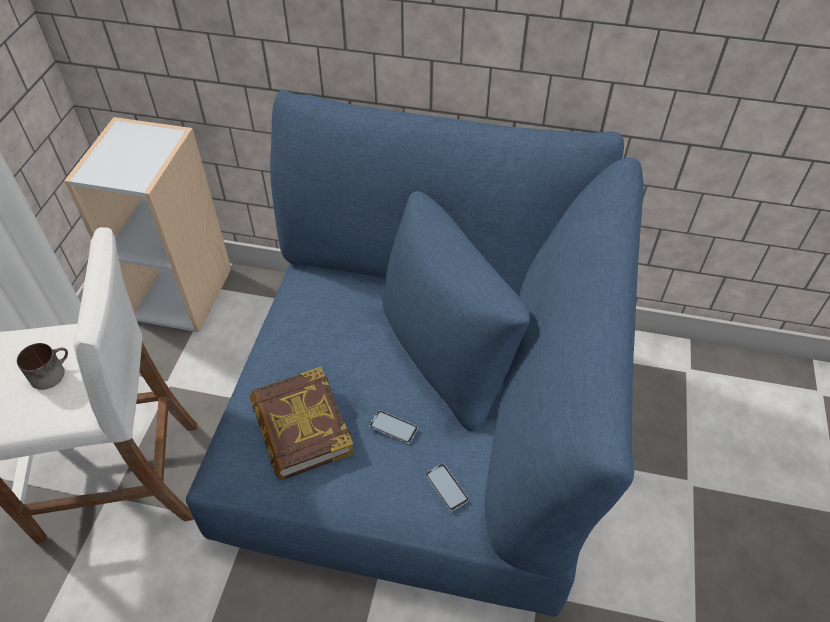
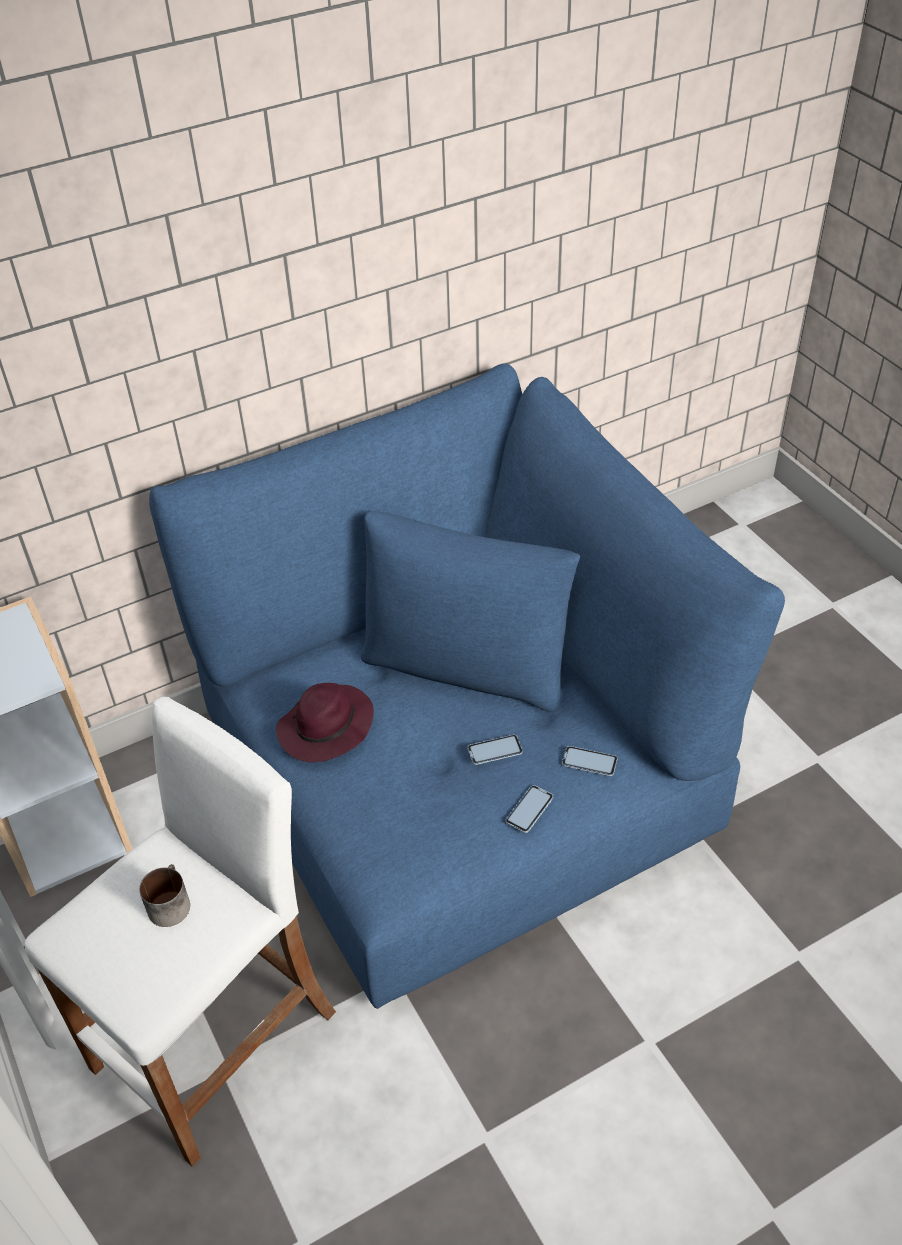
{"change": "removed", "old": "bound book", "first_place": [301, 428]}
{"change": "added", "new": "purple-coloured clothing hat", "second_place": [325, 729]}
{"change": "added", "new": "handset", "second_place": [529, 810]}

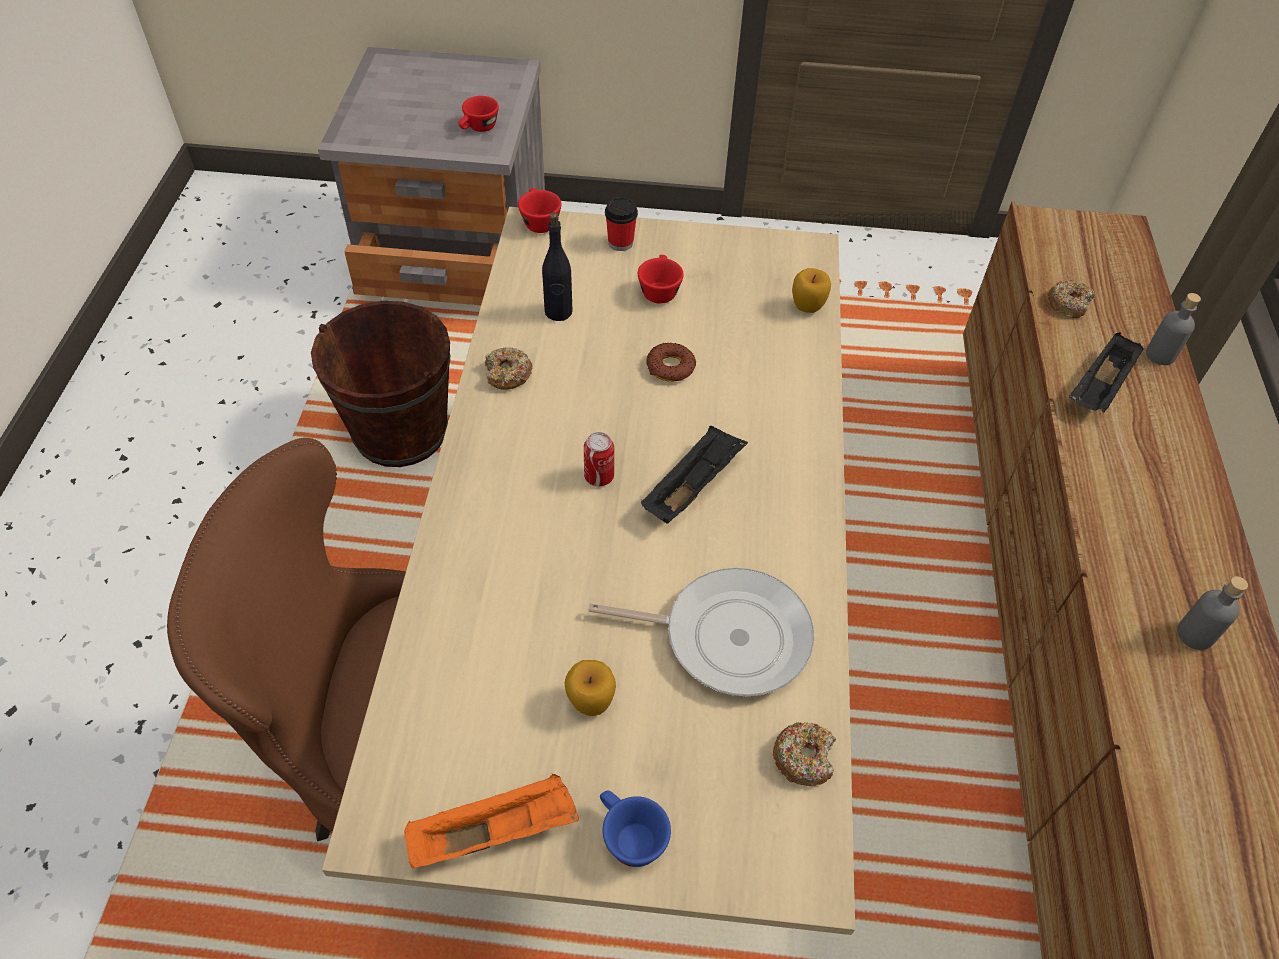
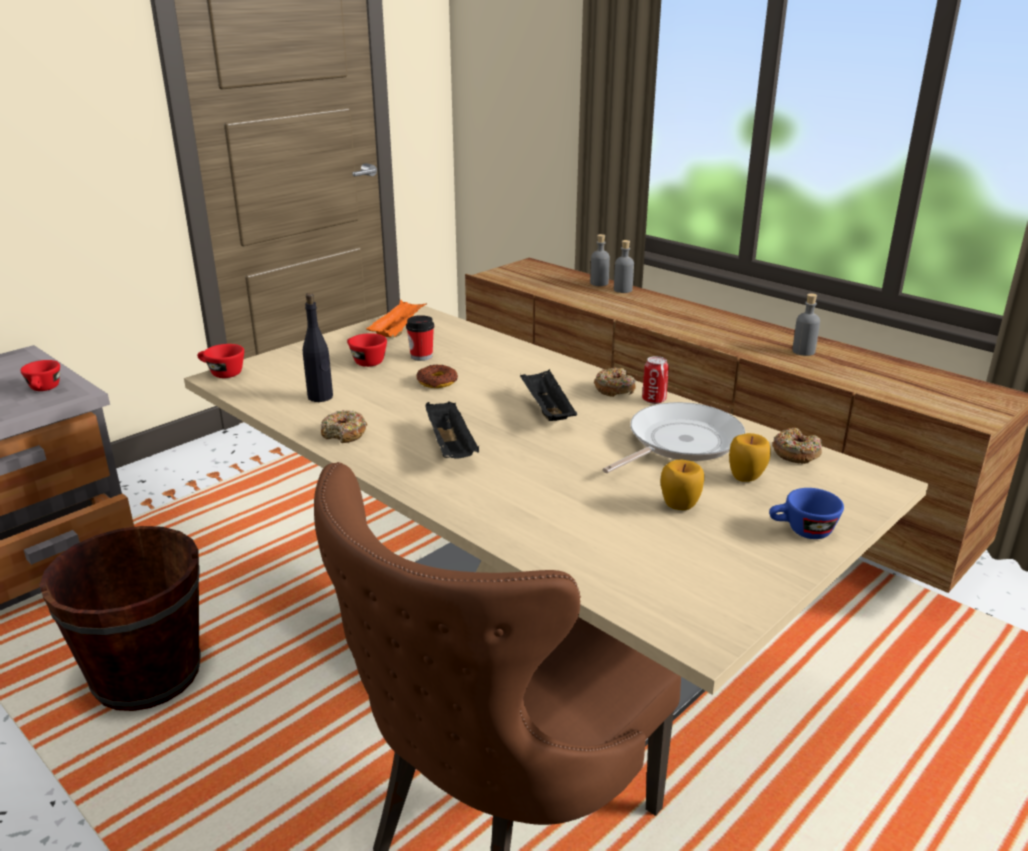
{"change": "moved", "old": "orangey serving tray", "first_place": [495, 831], "second_place": [397, 331]}
{"change": "moved", "old": "can", "first_place": [599, 476], "second_place": [654, 400]}
{"change": "moved", "old": "small cup", "first_place": [620, 243], "second_place": [421, 356]}
{"change": "moved", "old": "apple", "first_place": [807, 308], "second_place": [746, 478]}
{"change": "moved", "old": "ring doughnut", "first_place": [1068, 304], "second_place": [614, 389]}
{"change": "moved", "old": "black serving tray", "first_place": [1100, 388], "second_place": [451, 448]}
{"change": "added", "new": "grey bottle", "second_place": [599, 283]}

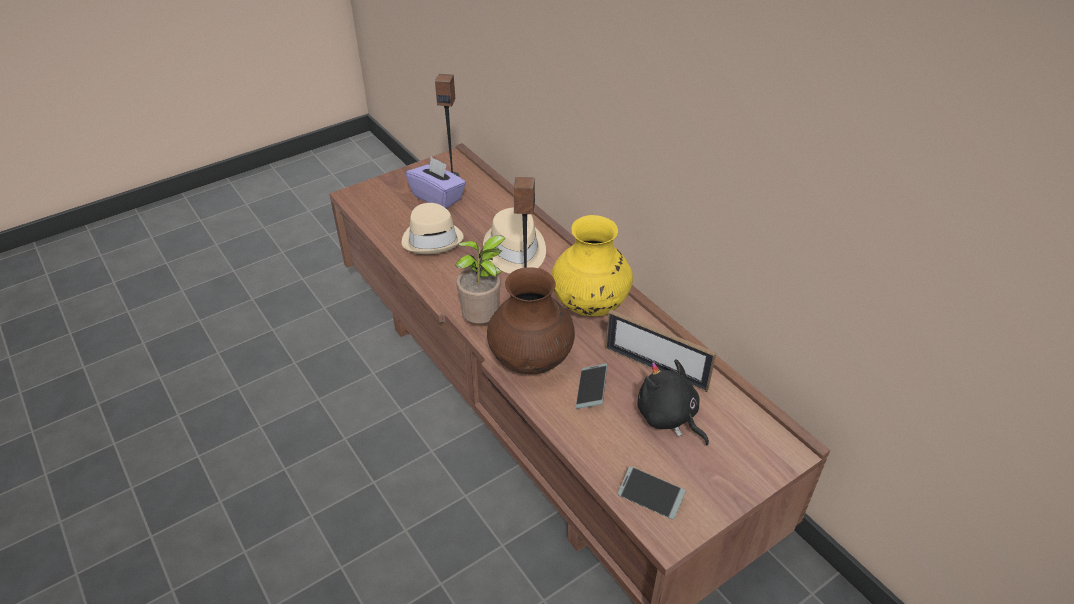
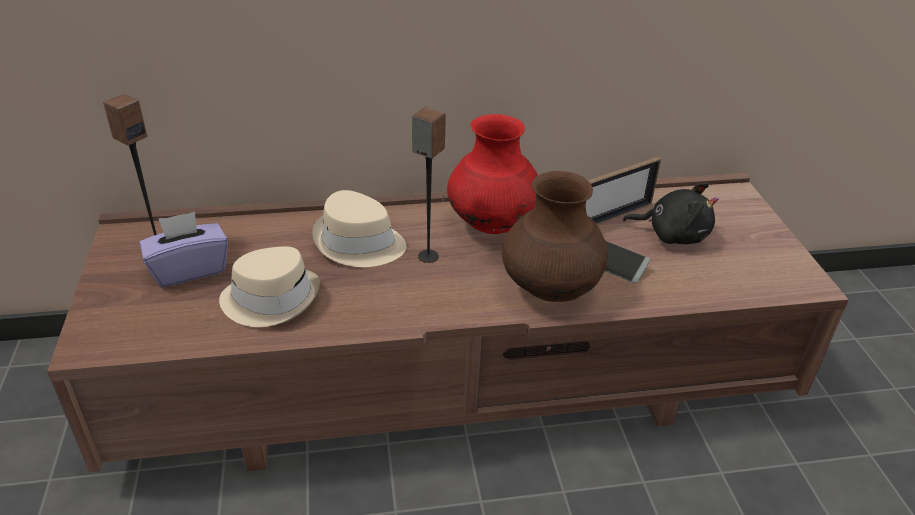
{"change": "removed", "old": "houseplant", "first_place": [484, 321]}
{"change": "recoloured", "old": "yellowish flower vase", "new": "red-coloured flower vase", "first_place": [590, 306], "second_place": [492, 225]}
{"change": "removed", "old": "handset", "first_place": [650, 496]}
{"change": "turned", "old": "black cuddly toy", "first_place": [669, 417], "second_place": [672, 234], "degrees": -150}

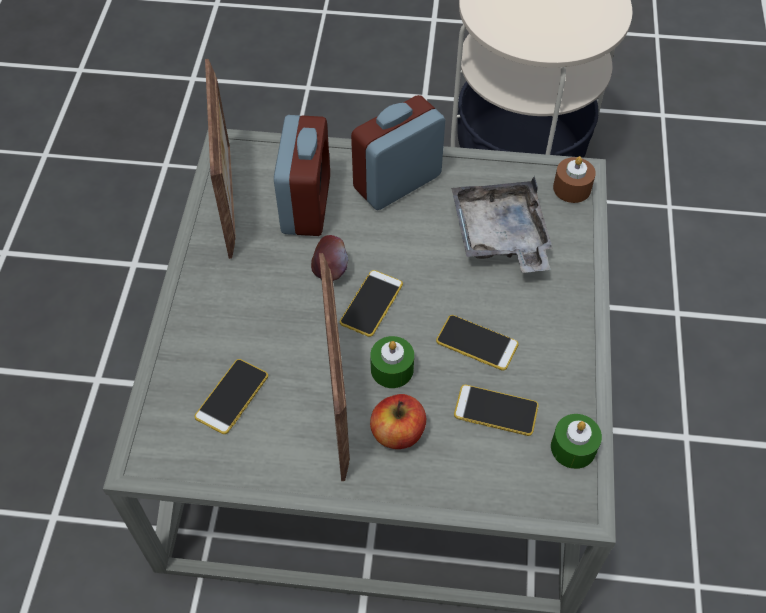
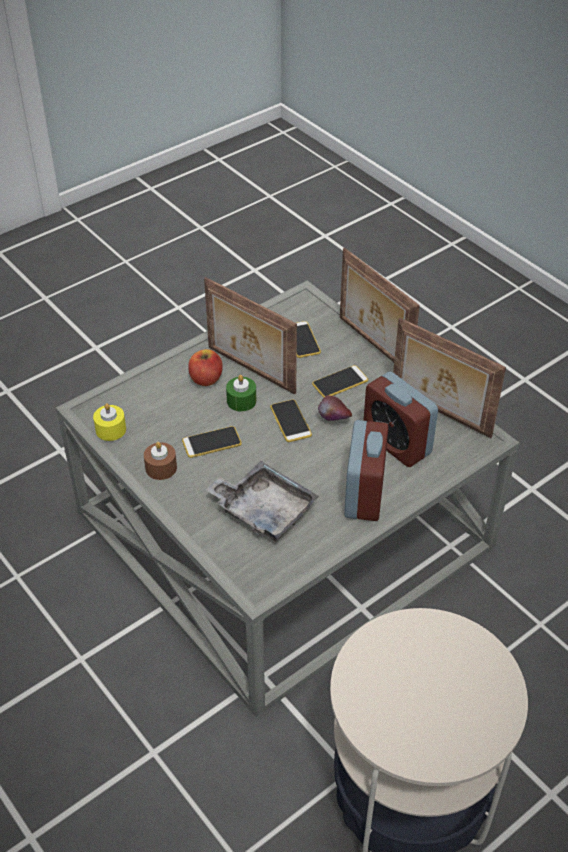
{"change": "moved", "old": "handset", "first_place": [496, 410], "second_place": [340, 382]}
{"change": "recoloured", "old": "green candle", "new": "yellowish candle", "first_place": [573, 447], "second_place": [111, 429]}
{"change": "moved", "old": "brown-coloured candle", "first_place": [572, 188], "second_place": [161, 468]}
{"change": "added", "new": "photo frame", "second_place": [373, 346]}

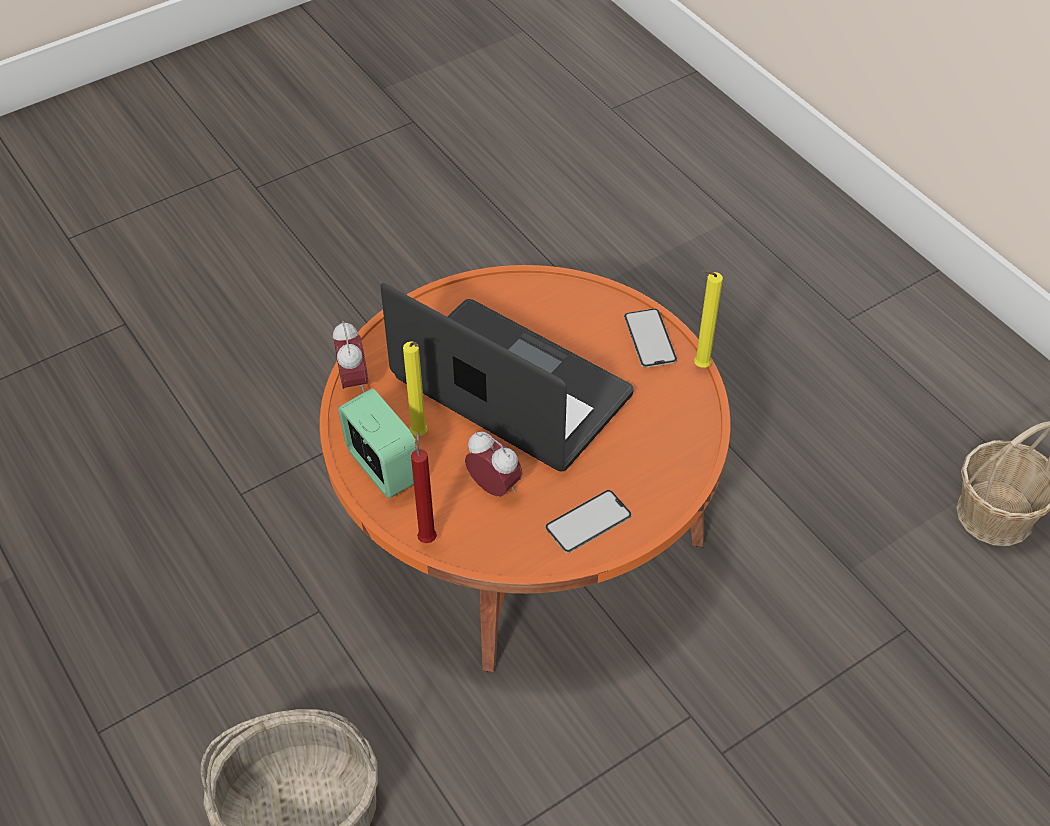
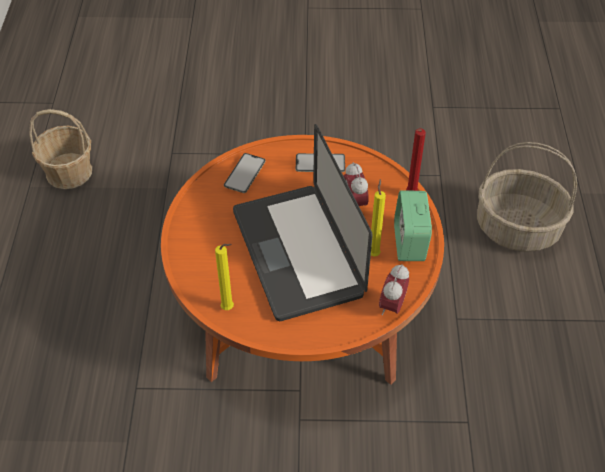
{"change": "moved", "old": "handset", "first_place": [650, 338], "second_place": [244, 173]}
{"change": "moved", "old": "yellowish candle", "first_place": [699, 366], "second_place": [229, 308]}

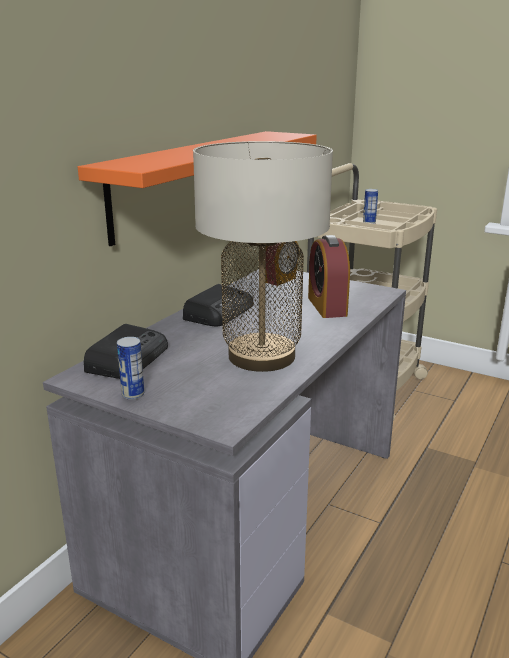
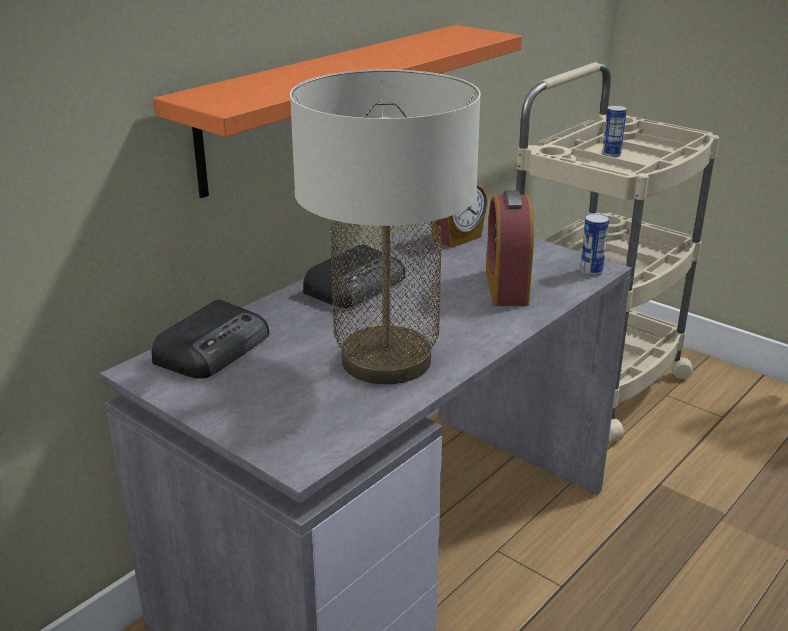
{"change": "moved", "old": "can", "first_place": [133, 394], "second_place": [591, 272]}

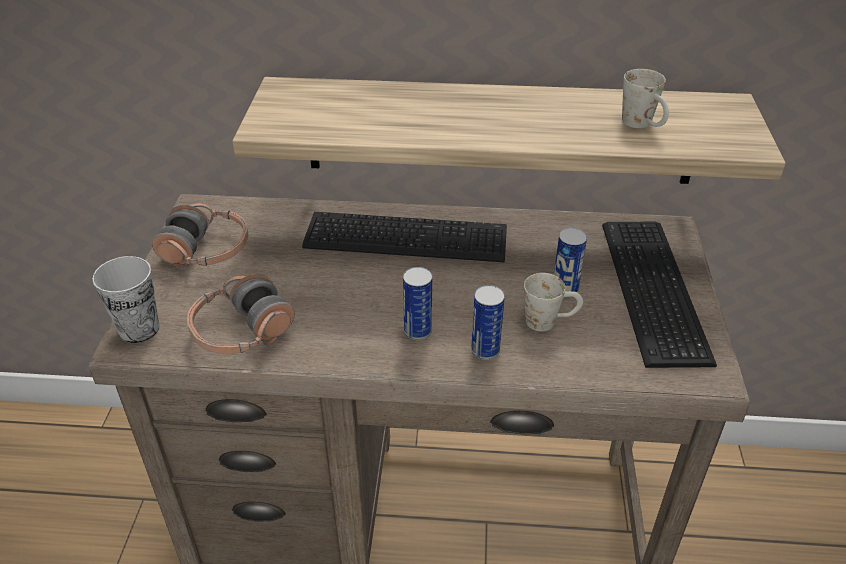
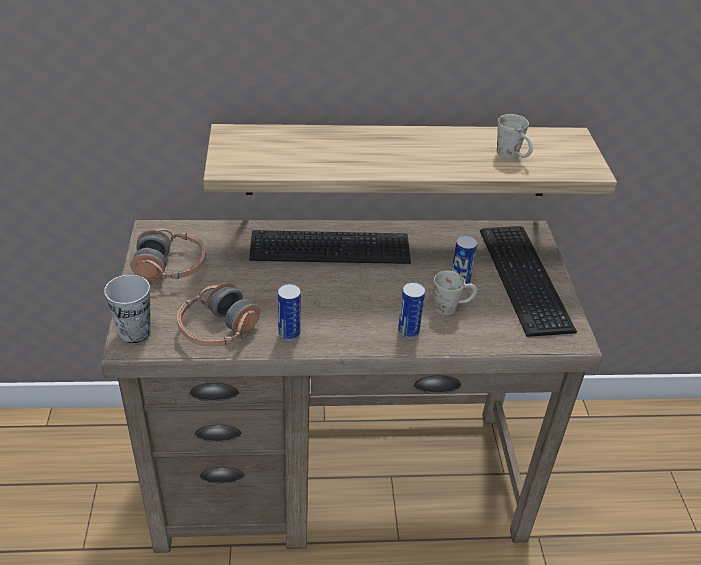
{"change": "moved", "old": "can", "first_place": [417, 331], "second_place": [289, 334]}

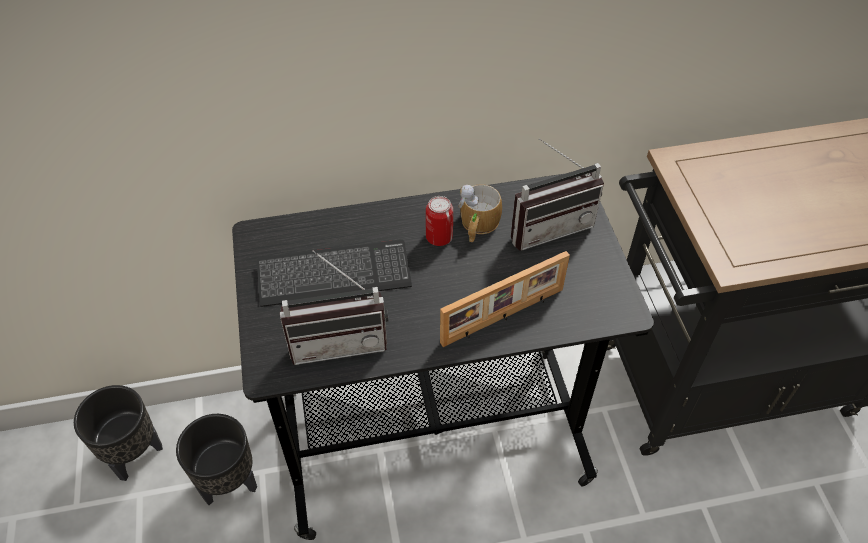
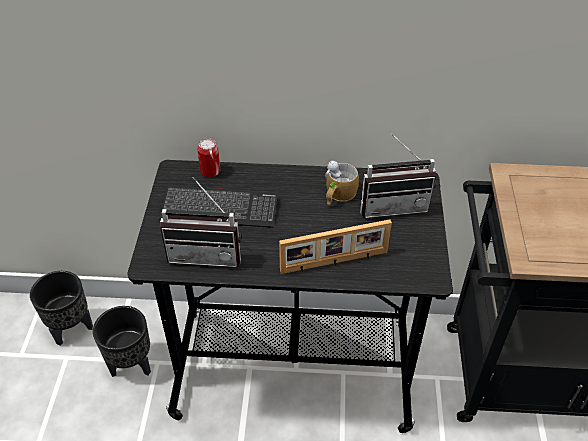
{"change": "moved", "old": "can", "first_place": [439, 237], "second_place": [210, 171]}

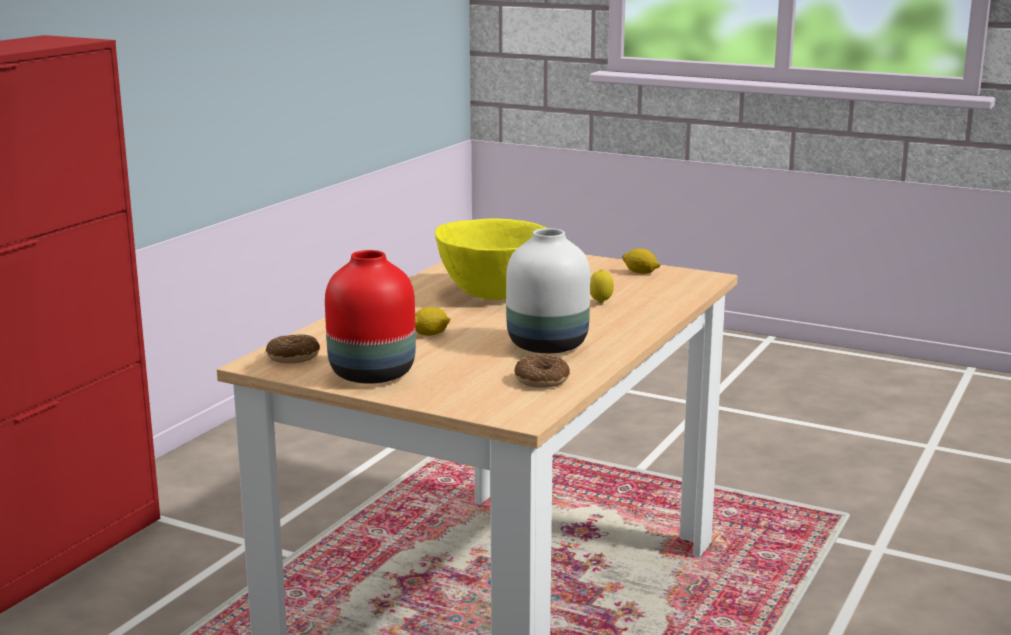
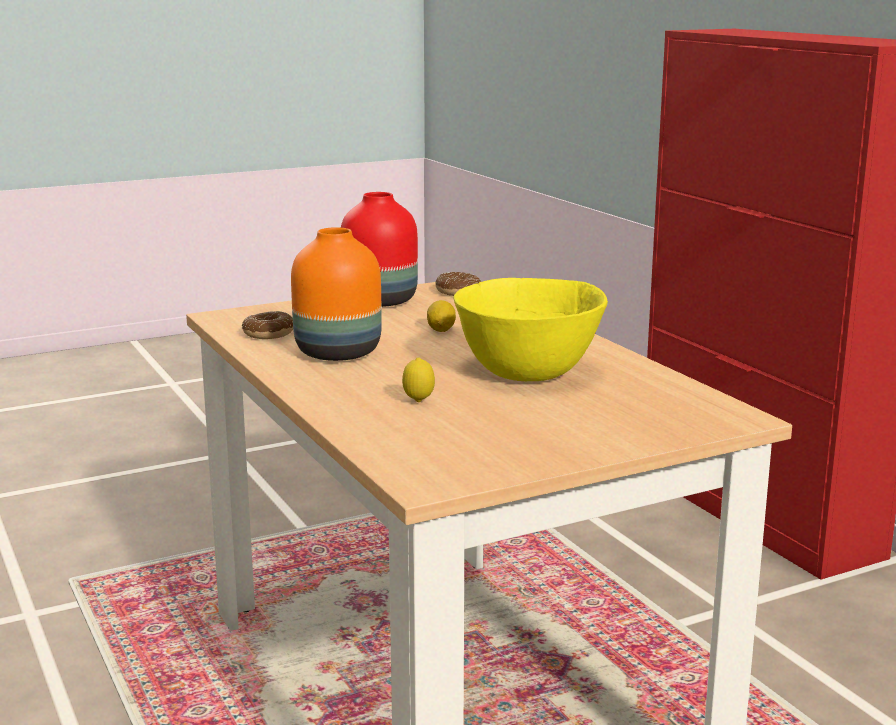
{"change": "recoloured", "old": "white-coloured flower vase", "new": "orangey flower vase", "first_place": [547, 345], "second_place": [340, 353]}
{"change": "removed", "old": "lemon", "first_place": [640, 272]}

